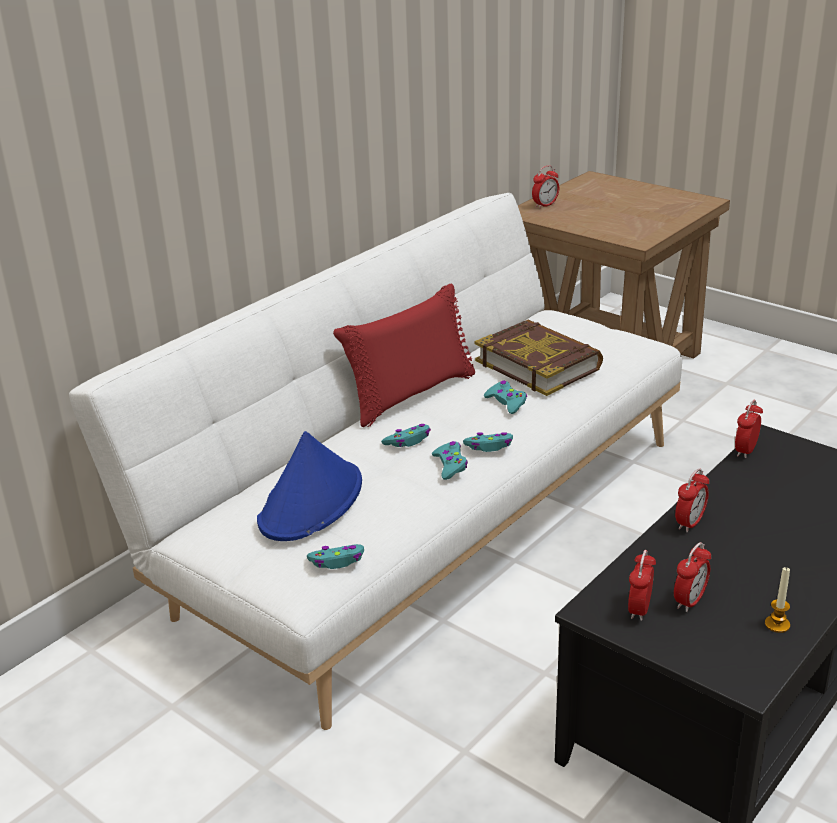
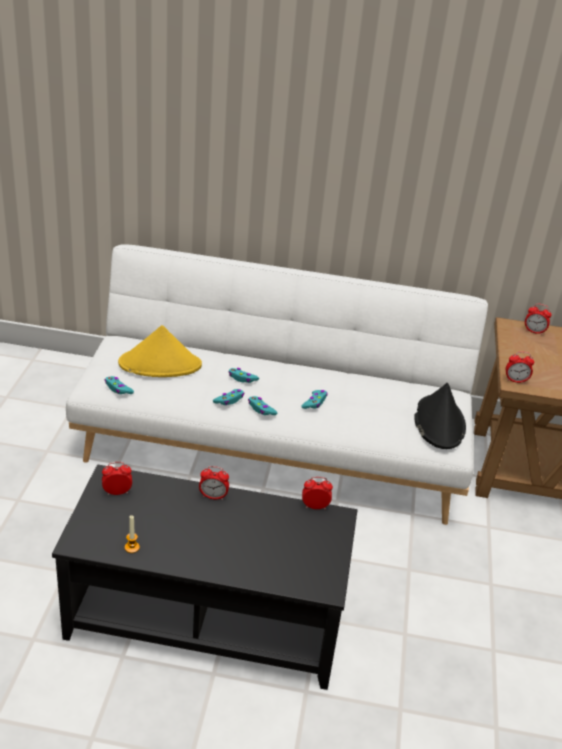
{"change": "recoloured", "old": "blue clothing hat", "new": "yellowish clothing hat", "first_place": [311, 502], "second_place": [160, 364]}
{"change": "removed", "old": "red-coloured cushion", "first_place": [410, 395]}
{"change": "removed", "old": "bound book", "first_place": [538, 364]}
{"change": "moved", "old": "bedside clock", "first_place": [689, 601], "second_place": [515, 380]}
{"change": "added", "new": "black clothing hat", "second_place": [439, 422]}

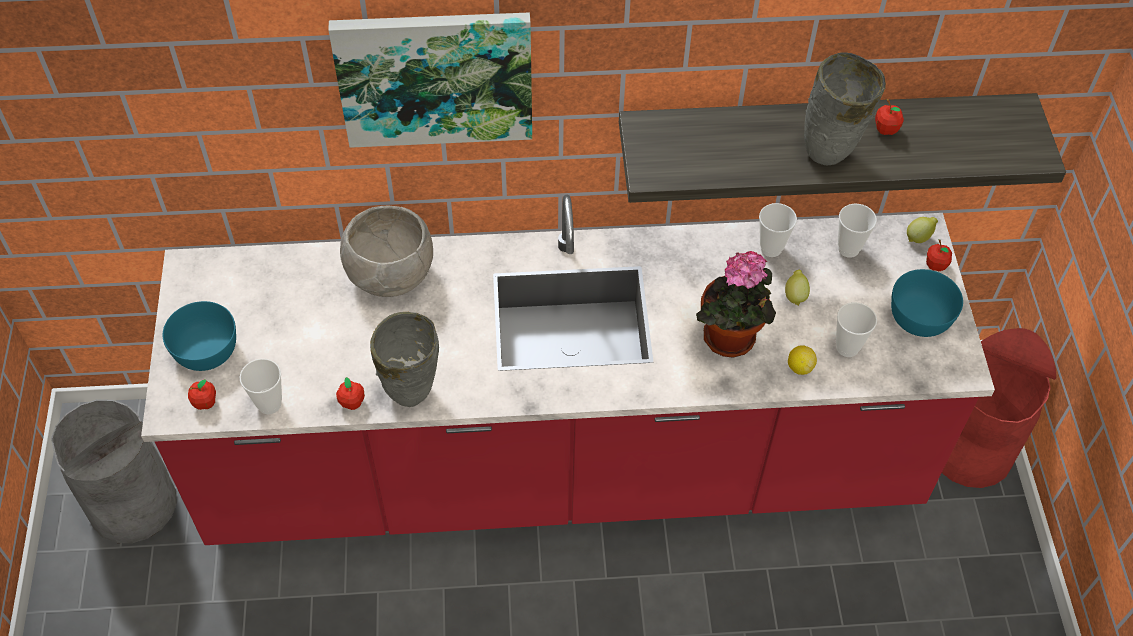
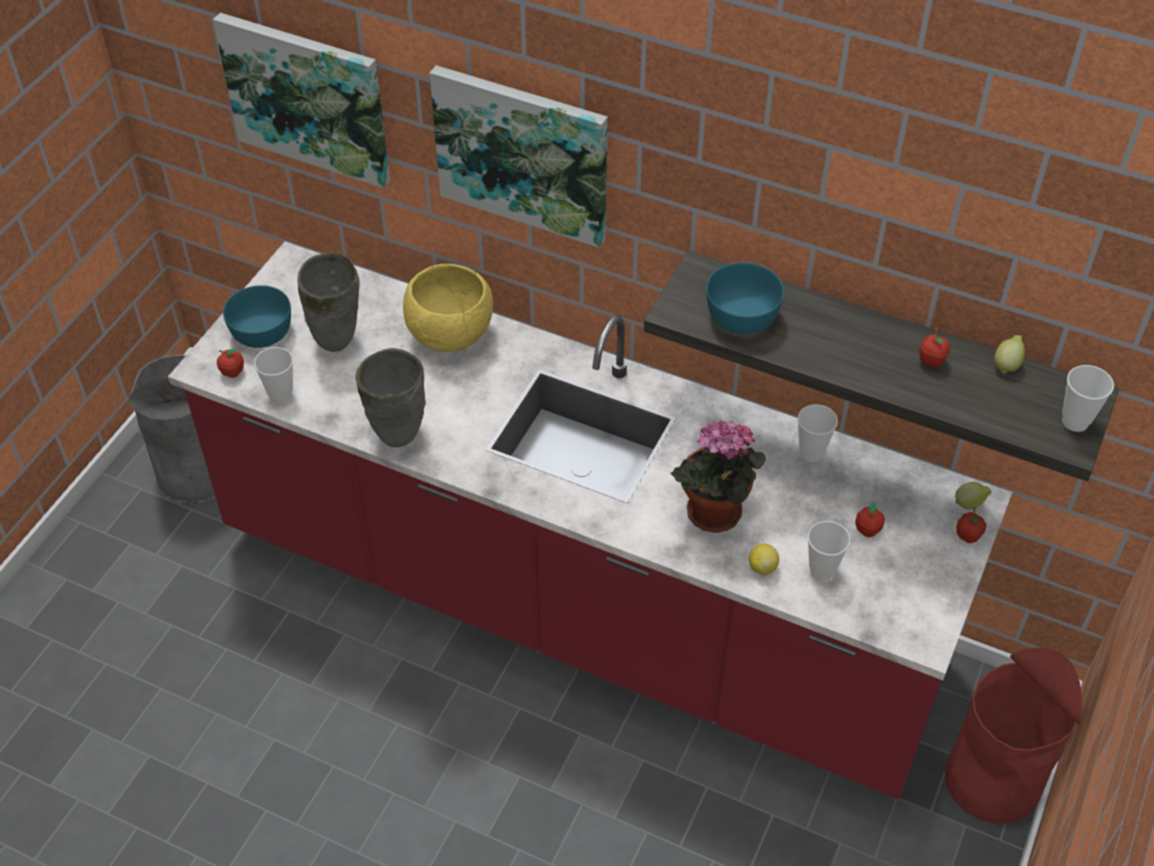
{"change": "moved", "old": "apple", "first_place": [352, 402], "second_place": [867, 530]}
{"change": "recoloured", "old": "grey deep dish", "new": "yellowish deep dish", "first_place": [392, 276], "second_place": [451, 336]}
{"change": "moved", "old": "lemon", "first_place": [795, 295], "second_place": [1007, 365]}
{"change": "moved", "old": "grey flower vase", "first_place": [830, 155], "second_place": [337, 344]}
{"change": "moved", "old": "small cup", "first_place": [848, 249], "second_place": [1075, 421]}
{"change": "moved", "old": "turquoise deep dish", "first_place": [918, 316], "second_place": [741, 315]}
{"change": "added", "new": "wall picture", "second_place": [307, 97]}

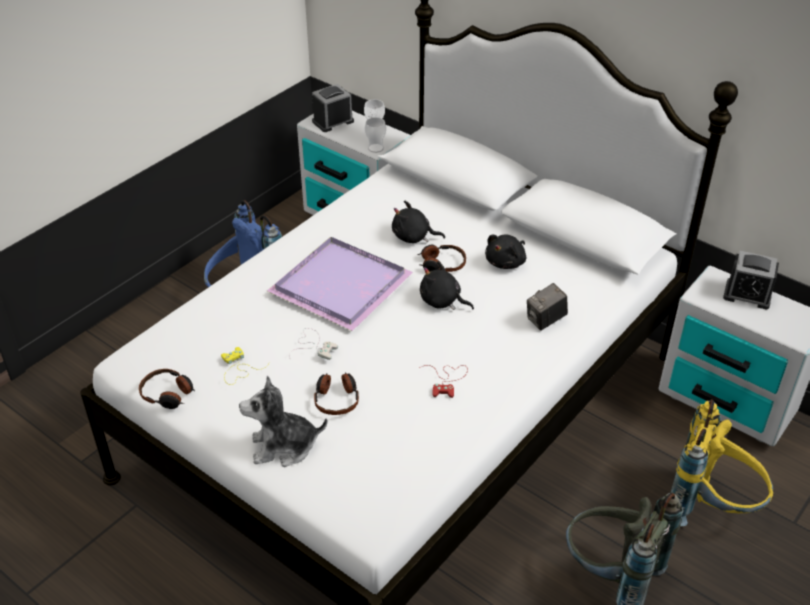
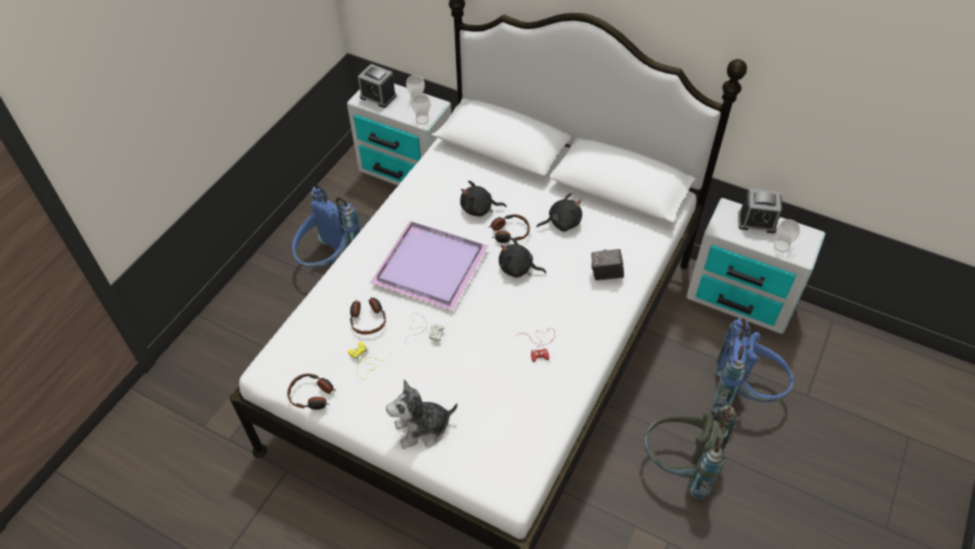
{"change": "turned", "old": "bedside clock", "first_place": [333, 121], "second_place": [378, 96], "degrees": -105}
{"change": "moved", "old": "headset", "first_place": [336, 399], "second_place": [368, 319]}
{"change": "turned", "old": "black cuddly toy", "first_place": [506, 262], "second_place": [562, 222], "degrees": -135}
{"change": "turned", "old": "photo camera", "first_place": [545, 320], "second_place": [606, 274], "degrees": 45}
{"change": "recoloured", "old": "yellowish rucksack", "new": "blue rucksack", "first_place": [711, 507], "second_place": [744, 393]}
{"change": "added", "new": "small cup", "second_place": [781, 246]}

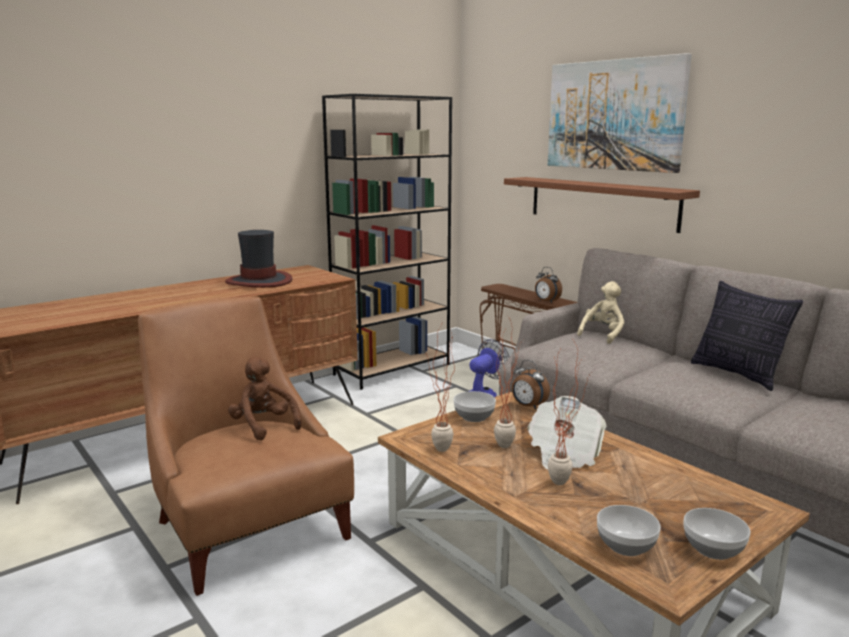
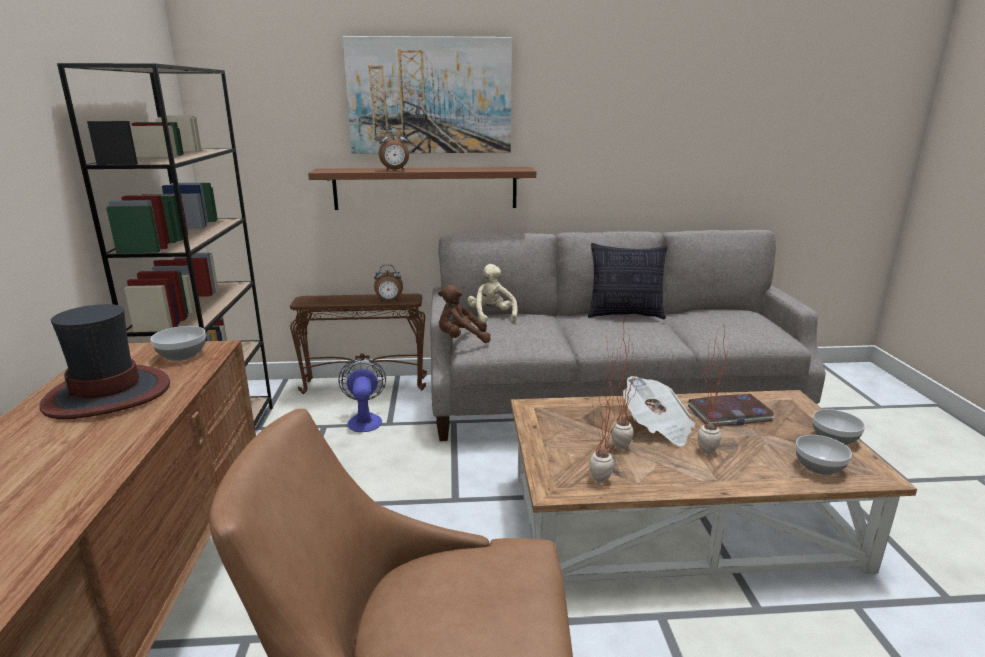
{"change": "moved", "old": "brown-coloured cuddly toy", "first_place": [263, 426], "second_place": [461, 339]}
{"change": "moved", "old": "deep dish", "first_place": [474, 417], "second_place": [182, 355]}
{"change": "moved", "old": "bedside clock", "first_place": [528, 406], "second_place": [395, 170]}
{"change": "added", "new": "bound book", "second_place": [729, 413]}

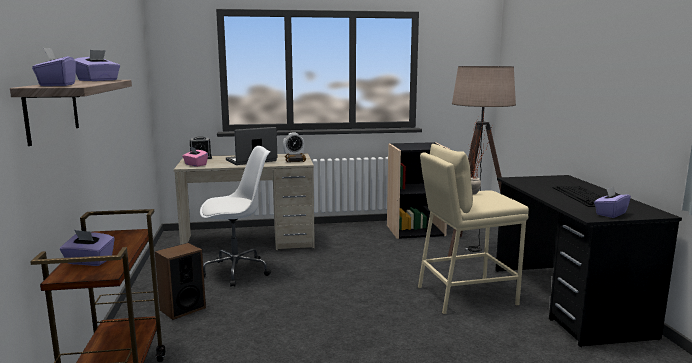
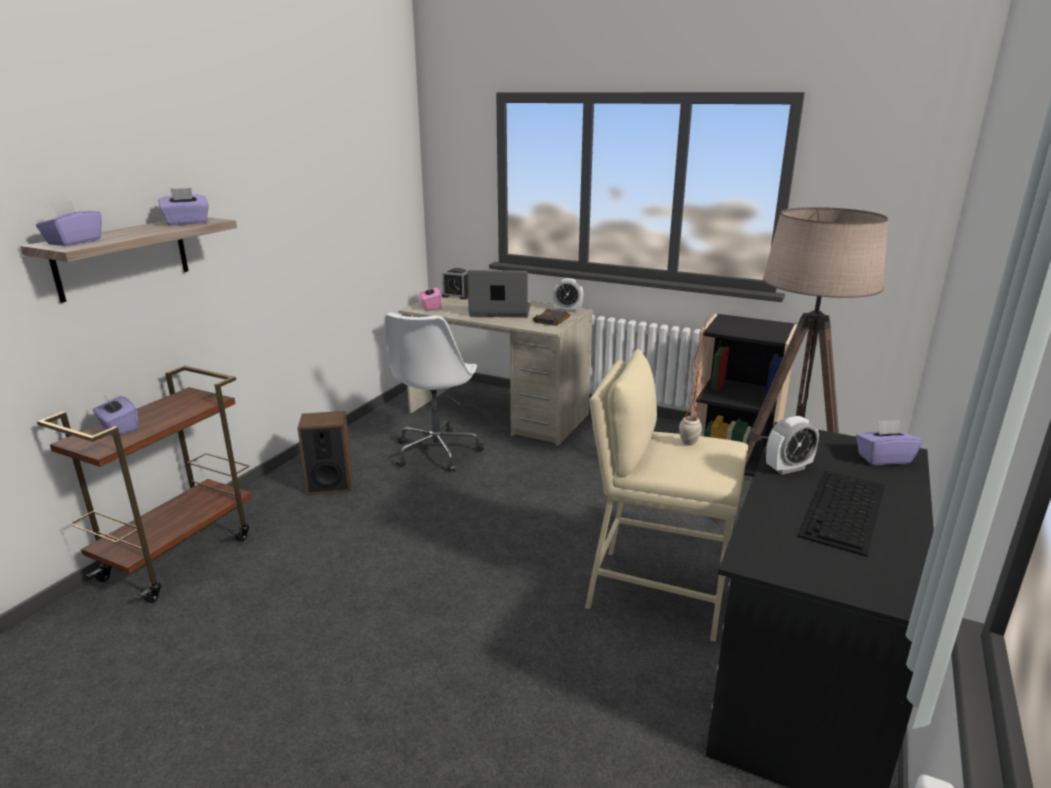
{"change": "turned", "old": "white-coloured desk chair", "first_place": [238, 271], "second_place": [436, 453], "degrees": 90}
{"change": "moved", "old": "purple-coloured tissue box", "first_place": [610, 214], "second_place": [883, 458]}
{"change": "added", "new": "bedside clock", "second_place": [788, 468]}

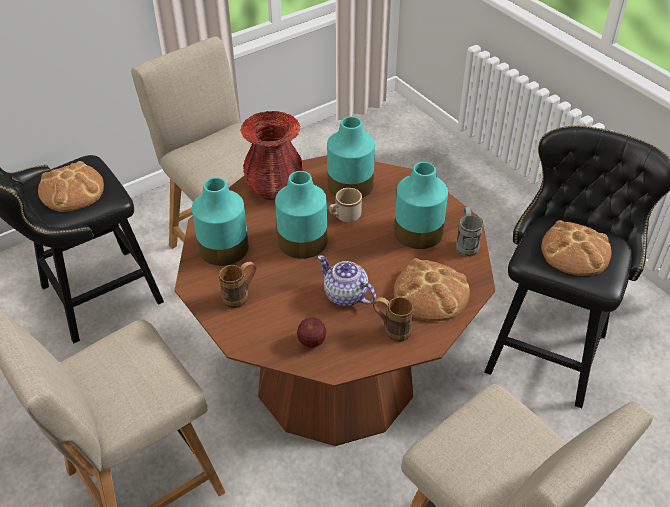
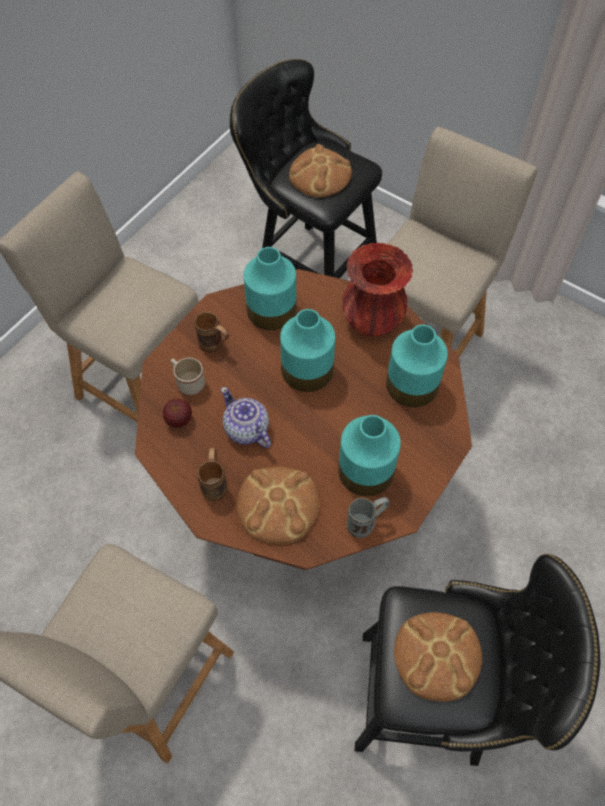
{"change": "turned", "old": "tea pot", "first_place": [346, 295], "second_place": [246, 430], "degrees": -60}
{"change": "moved", "old": "beige tea mug", "first_place": [344, 217], "second_place": [188, 382]}

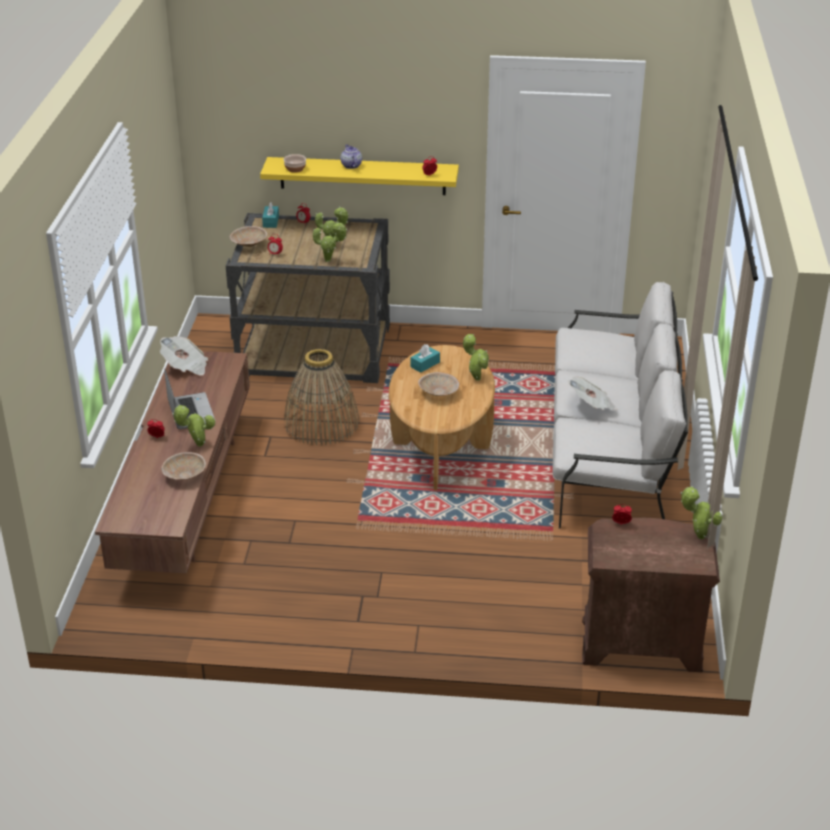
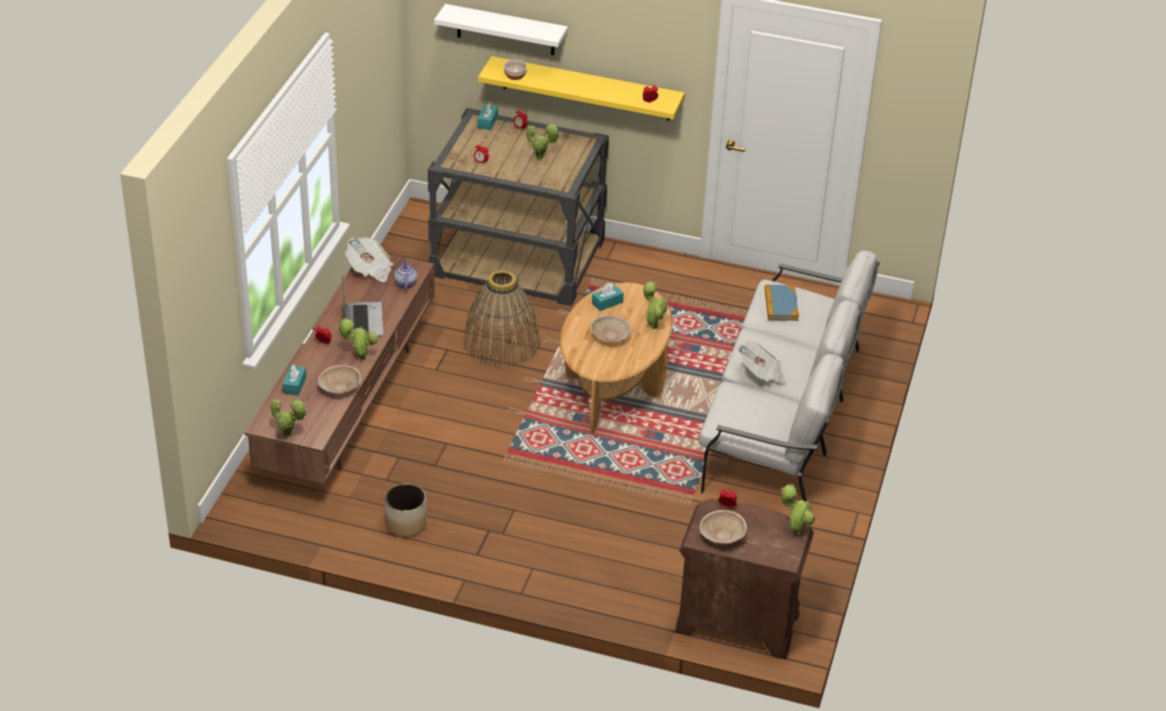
{"change": "moved", "old": "beige deep dish", "first_place": [248, 244], "second_place": [721, 536]}
{"change": "moved", "old": "houseplant", "first_place": [329, 260], "second_place": [289, 436]}
{"change": "moved", "old": "tea pot", "first_place": [351, 165], "second_place": [405, 283]}
{"change": "added", "new": "turquoise tissue box", "second_place": [294, 385]}
{"change": "added", "new": "plant pot", "second_place": [405, 524]}
{"change": "added", "new": "white-coloured wall shelf", "second_place": [505, 30]}
{"change": "added", "new": "bound book", "second_place": [780, 305]}

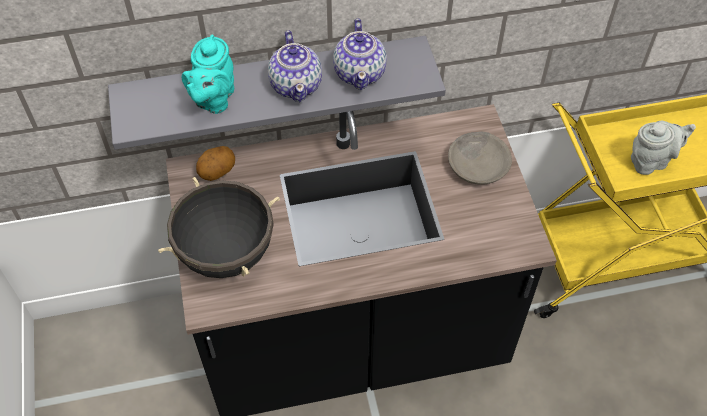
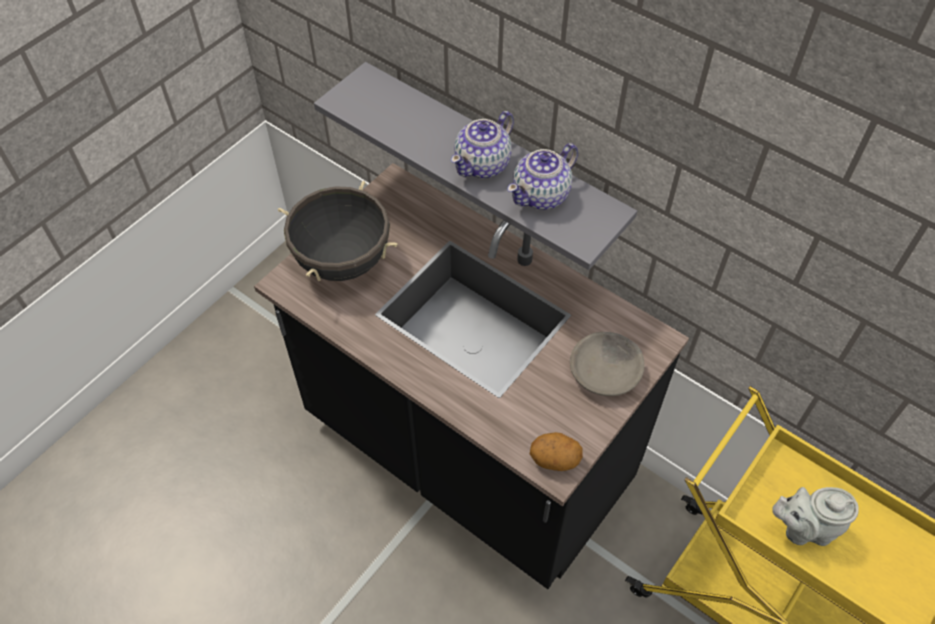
{"change": "removed", "old": "turquoise tea pot", "first_place": [213, 99]}
{"change": "moved", "old": "spud", "first_place": [217, 172], "second_place": [555, 459]}
{"change": "turned", "old": "grey tea pot", "first_place": [651, 161], "second_place": [803, 528], "degrees": 150}

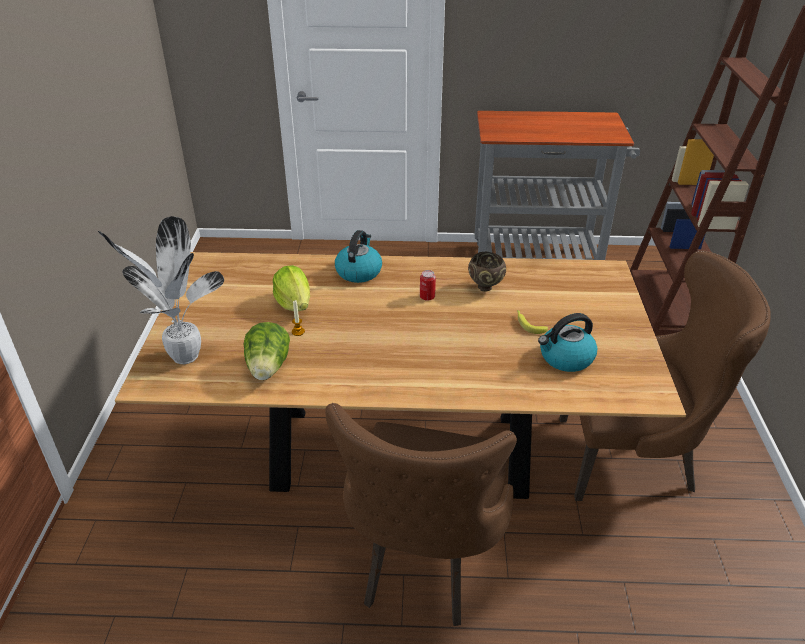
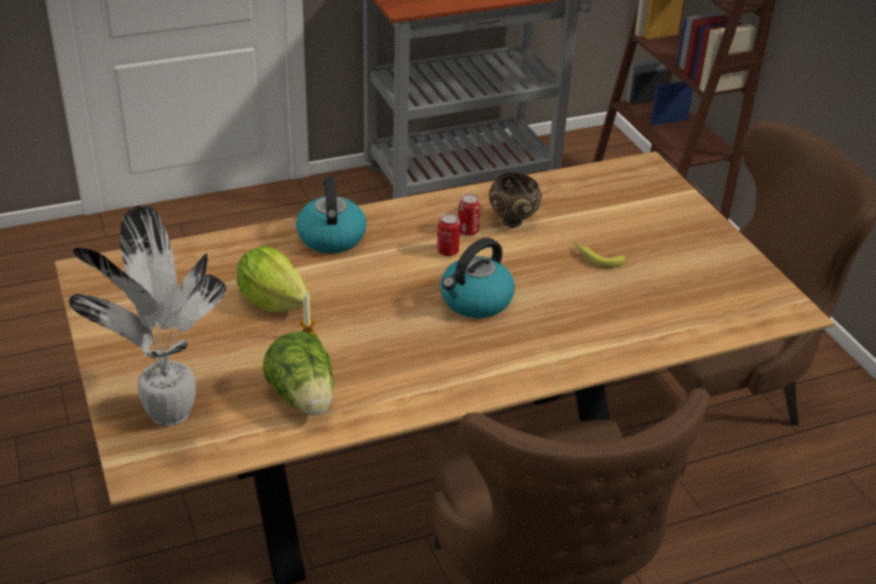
{"change": "moved", "old": "kettle", "first_place": [565, 358], "second_place": [475, 301]}
{"change": "added", "new": "can", "second_place": [468, 231]}

